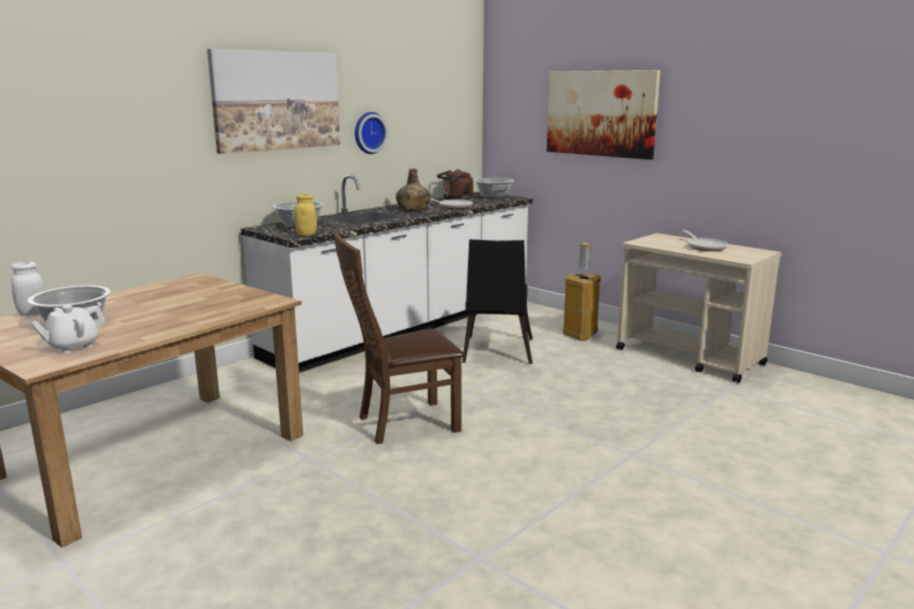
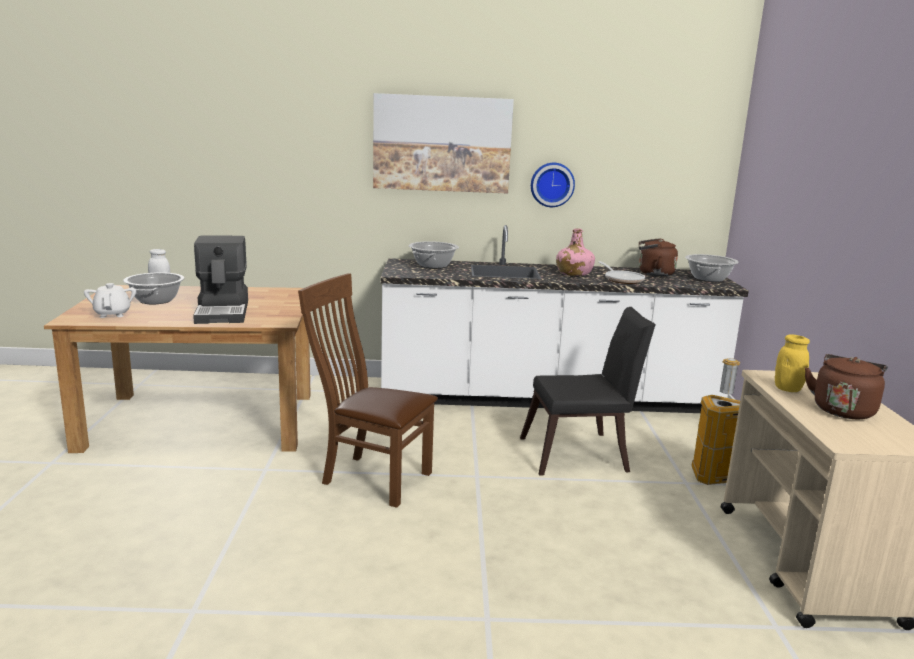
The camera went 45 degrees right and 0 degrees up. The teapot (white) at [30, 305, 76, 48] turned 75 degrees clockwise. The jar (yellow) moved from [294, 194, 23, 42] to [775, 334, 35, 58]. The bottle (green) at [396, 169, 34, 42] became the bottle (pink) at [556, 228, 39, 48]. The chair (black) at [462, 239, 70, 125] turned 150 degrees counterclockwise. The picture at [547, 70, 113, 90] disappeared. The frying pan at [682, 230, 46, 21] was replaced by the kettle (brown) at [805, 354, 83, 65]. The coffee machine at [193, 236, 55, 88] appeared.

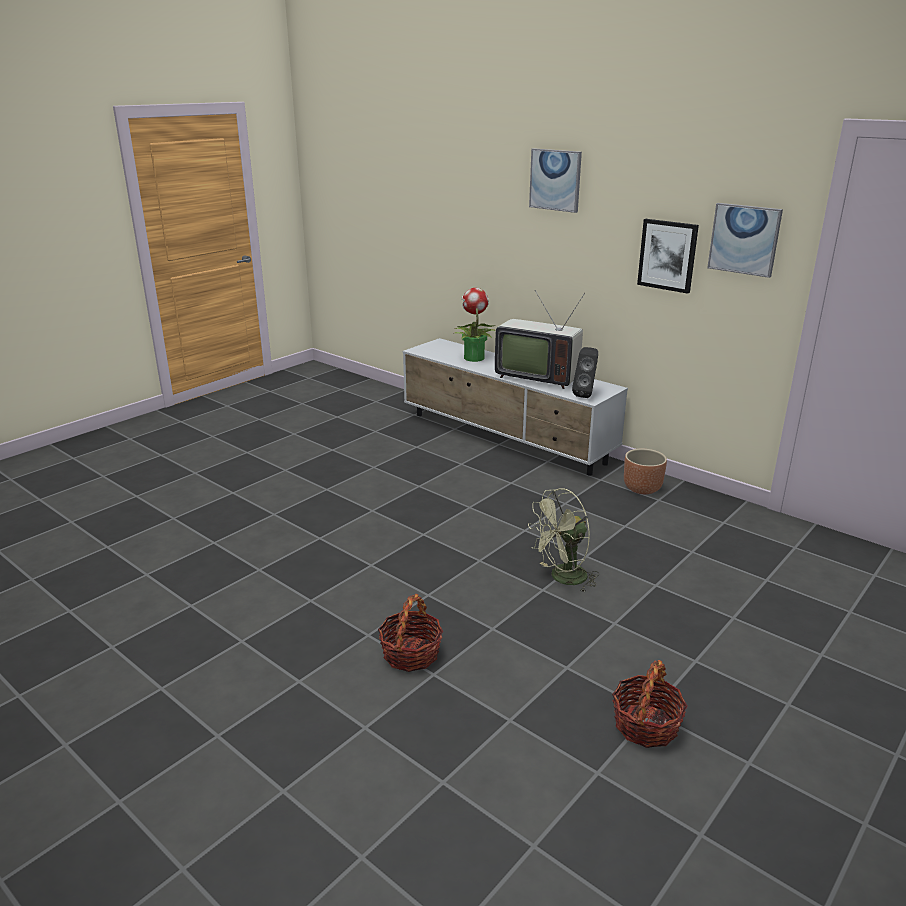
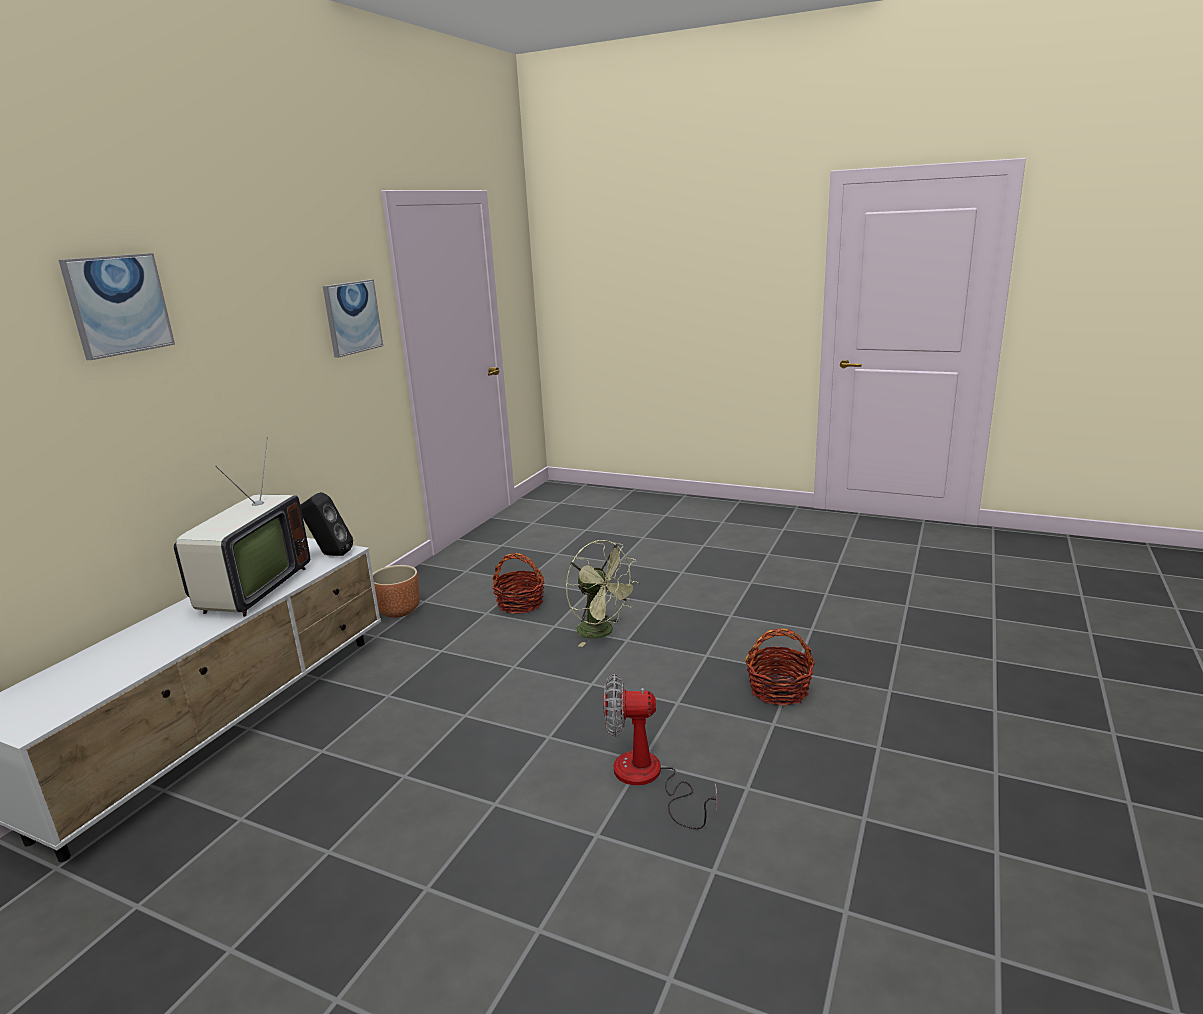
The camera went 105 degrees left and 5 degrees down. The potted plant at [453, 288, 42, 74] disappeared. The basket moved from [612, 660, 76, 88] to [492, 553, 52, 61]. The picture at [637, 219, 62, 75] disappeared. The fan at [603, 674, 114, 155] appeared.

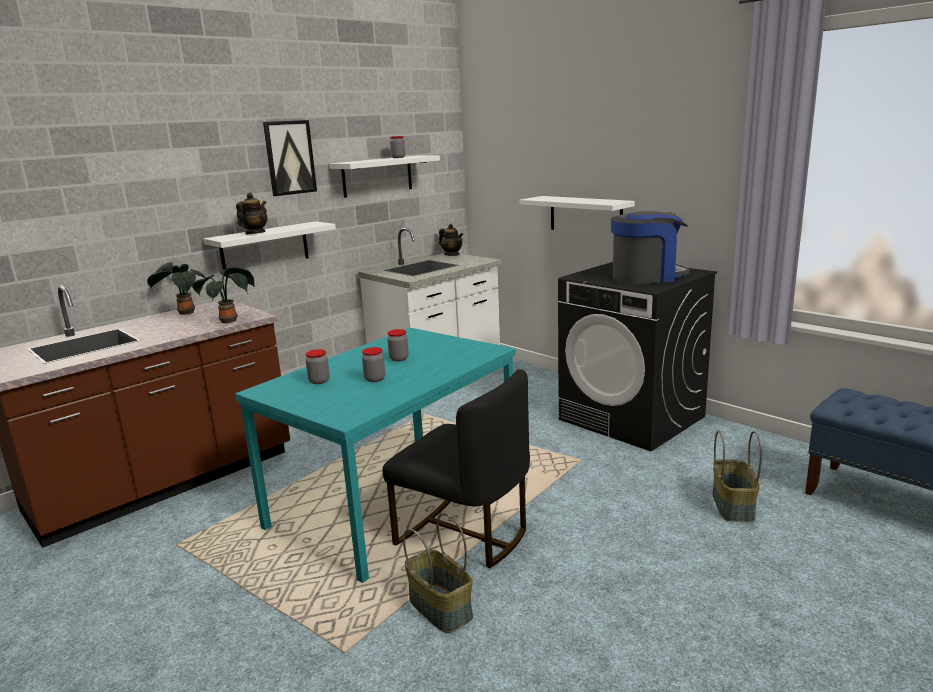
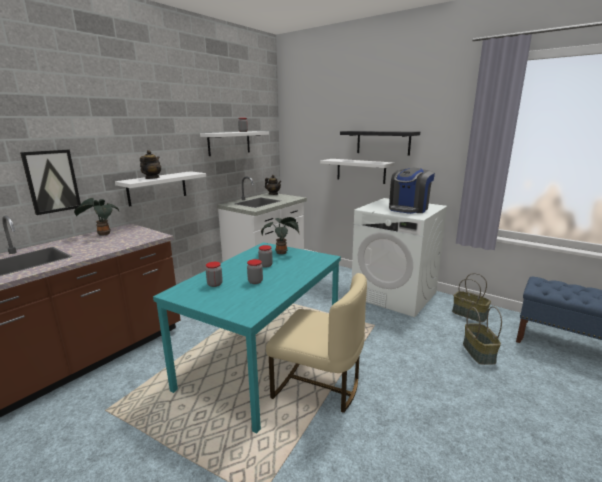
The camera went 10 degrees left and 0 degrees up. The potted plant moved from [192, 267, 62, 56] to [261, 217, 38, 37]. The picture moved from [263, 120, 54, 76] to [20, 150, 61, 65]. The chair (black) at [383, 369, 147, 199] became the chair (beige) at [266, 273, 101, 140]. The basket moved from [403, 513, 70, 120] to [452, 273, 39, 49]. The washing machine (black) at [558, 262, 159, 189] became the washing machine (white) at [352, 198, 95, 119]. The coffee machine at [611, 211, 78, 73] turned 150 degrees clockwise. The shelf (black) at [340, 131, 80, 25] appeared.

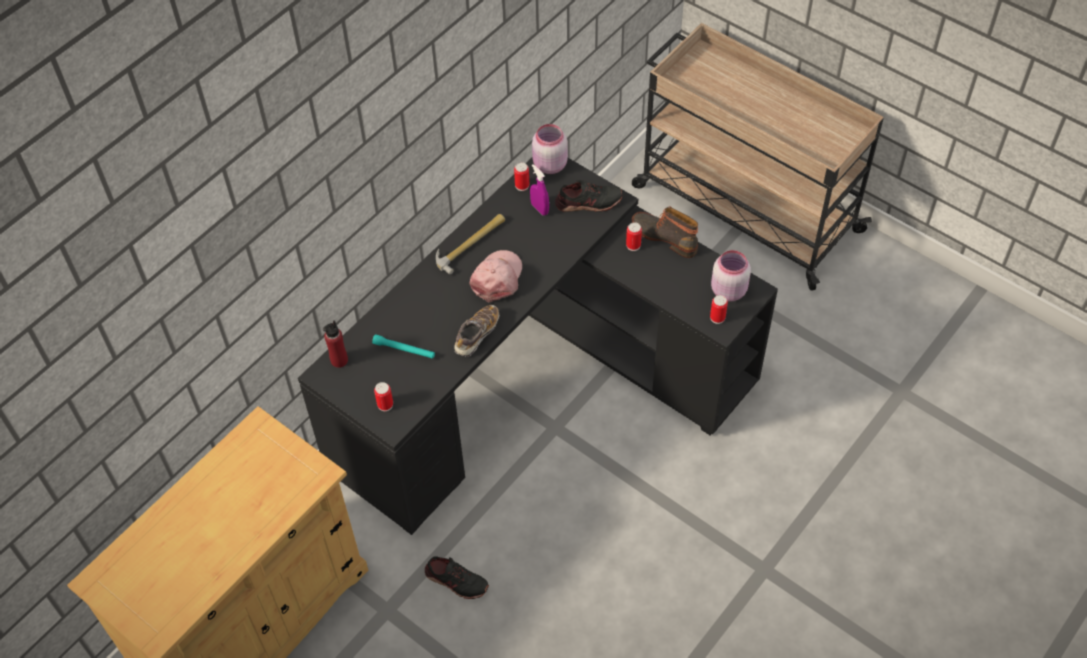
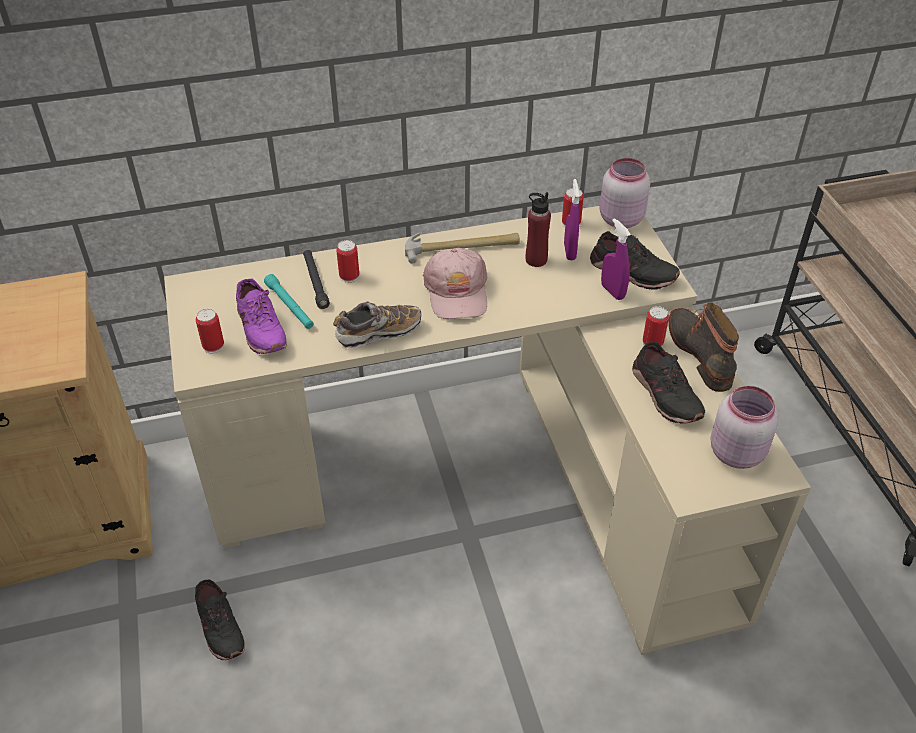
The camera went 35 degrees right and 10 degrees down. The desk (black) at [298, 157, 480, 378] became the desk (beige) at [164, 206, 647, 449]. The bottle (red) moved from [323, 320, 25, 48] to [526, 192, 25, 75]. The cap (pink) at [470, 250, 52, 52] turned 120 degrees clockwise. The can moved from [710, 295, 18, 29] to [336, 240, 23, 43]. The shoe (purple) at [236, 279, 51, 75] appeared. The flashlight (black) at [303, 250, 27, 59] appeared. The spray bottle (purple) at [601, 218, 30, 82] appeared. The shoe (black) at [632, 342, 73, 82] appeared.

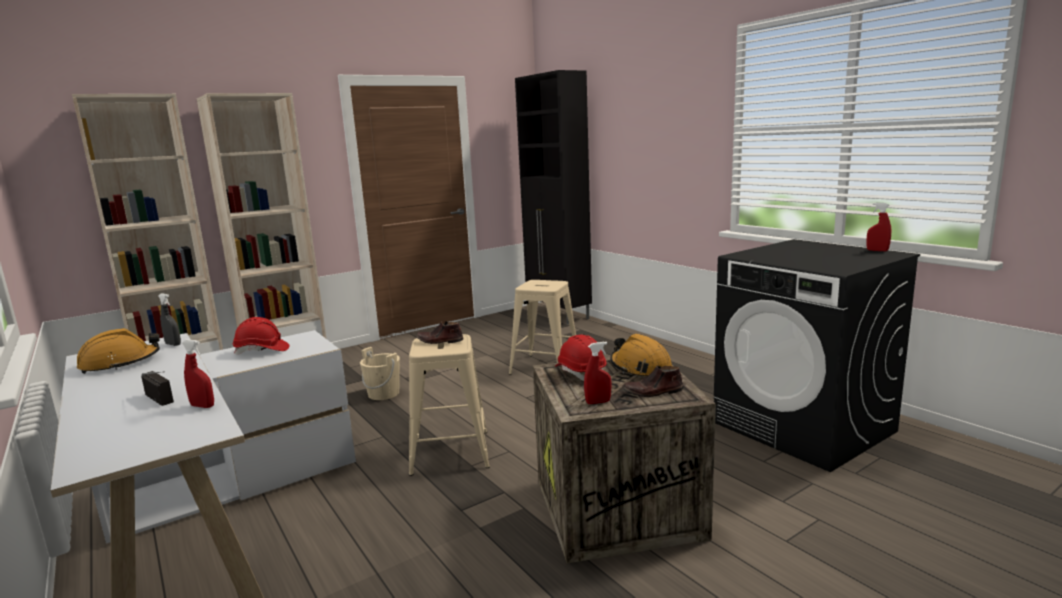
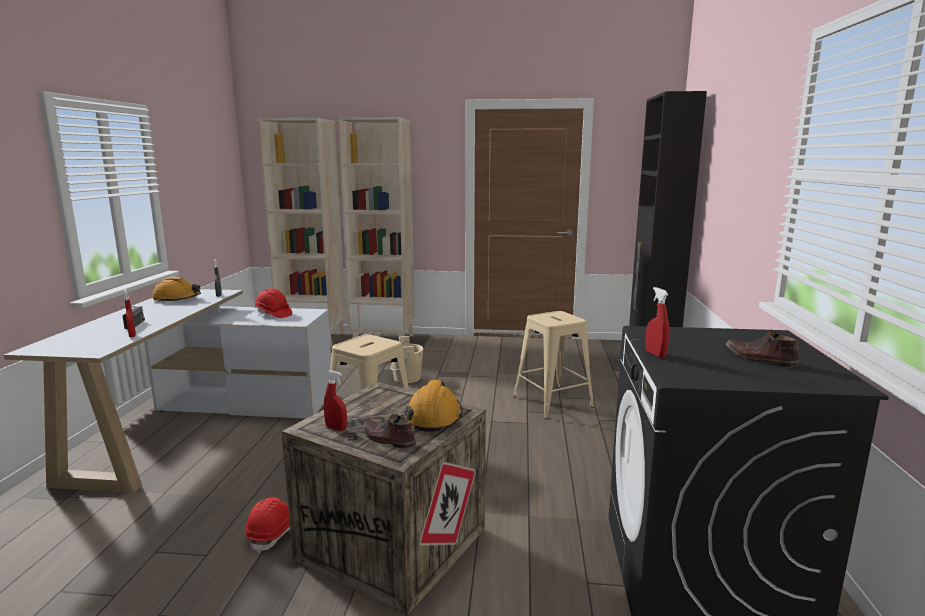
The camera went 40 degrees right and 0 degrees up. The shoe (brown) moved from [416, 321, 48, 23] to [726, 331, 73, 36]. The hard hat (red) moved from [554, 334, 53, 47] to [245, 498, 45, 55]. The spray bottle (red) moved from [866, 203, 25, 48] to [645, 287, 24, 71].

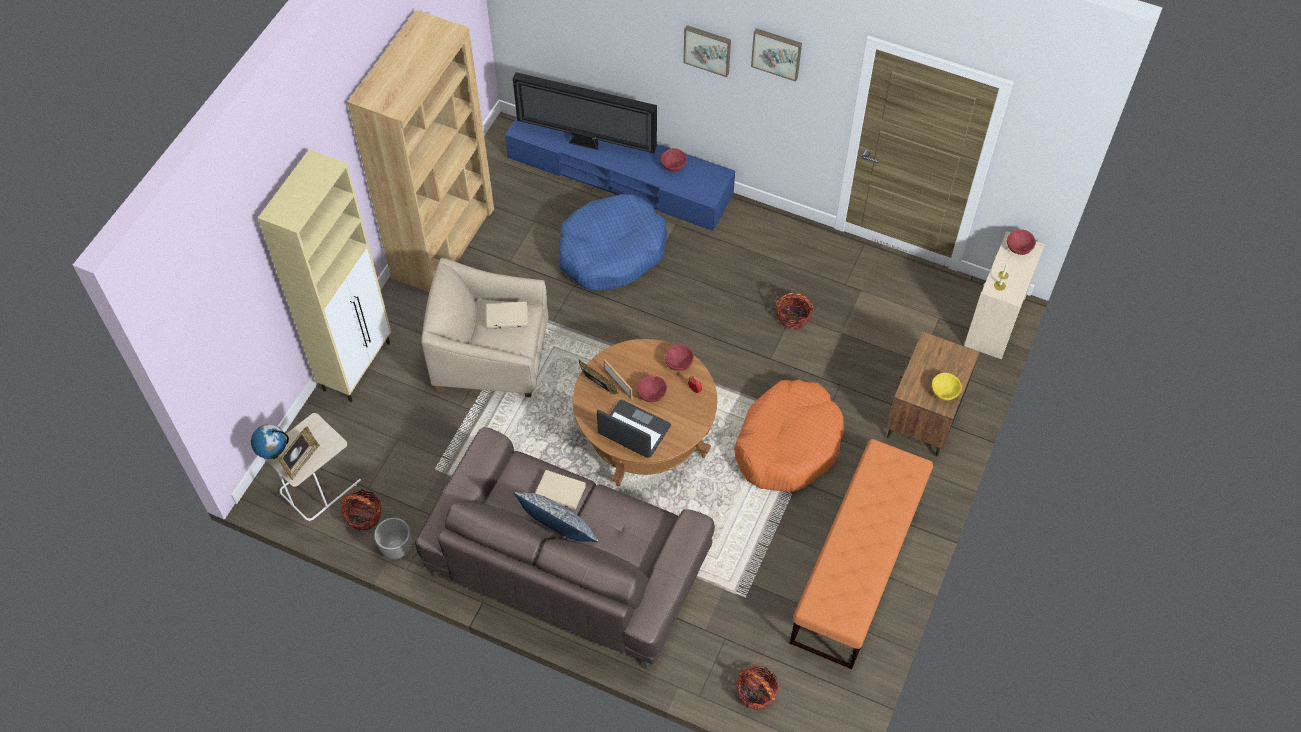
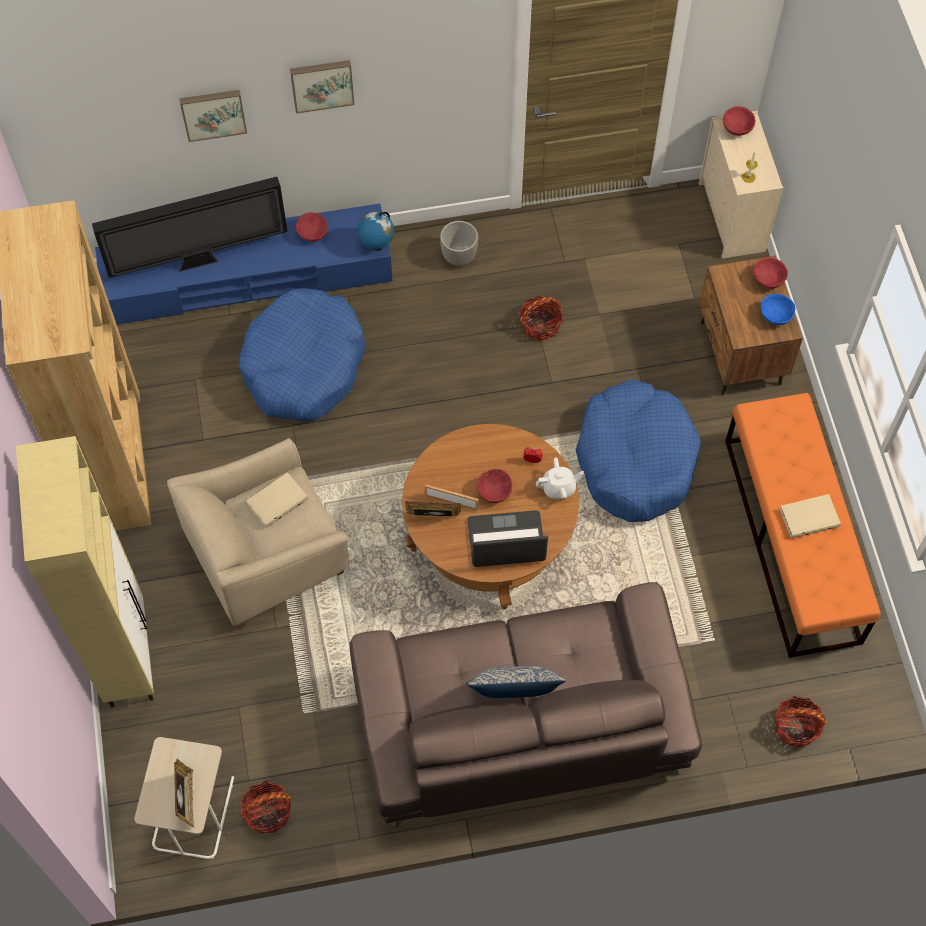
The camera went 35 degrees left and 5 degrees up. The globe moved from [251, 424, 38, 35] to [357, 212, 37, 39]. The planter moved from [374, 518, 38, 41] to [440, 221, 38, 45]. The book (beige) moved from [535, 470, 51, 40] to [780, 494, 61, 44]. The bowl (red) moved from [665, 344, 29, 27] to [754, 257, 34, 32]. The dog bed (orange) at [734, 379, 111, 113] became the dog bed (blue) at [576, 379, 125, 143]. The picture moved from [751, 28, 51, 54] to [179, 90, 68, 52]. The bowl (yellow) at [932, 373, 30, 27] became the bowl (blue) at [761, 294, 34, 31]. The teapot (white) at [536, 458, 48, 41] appeared.

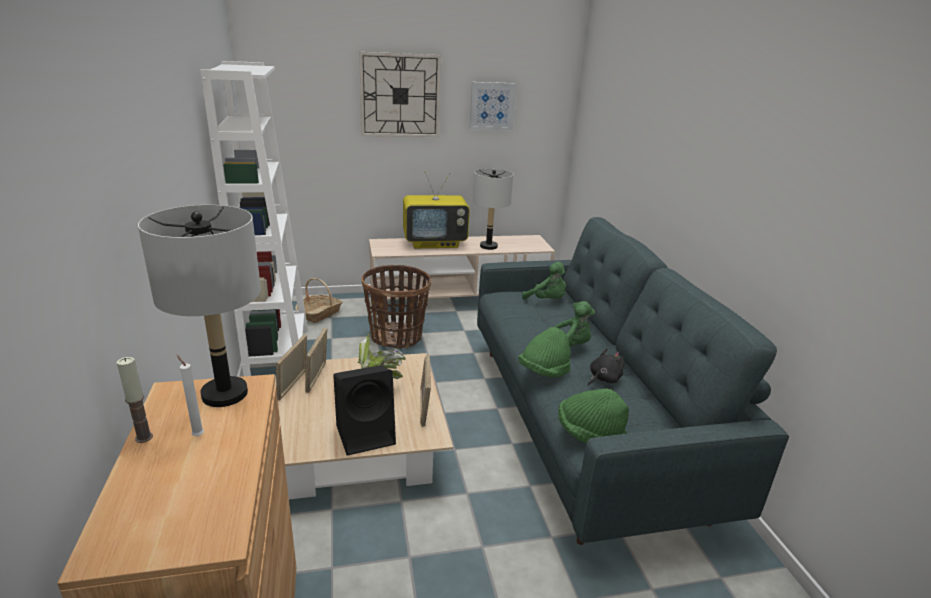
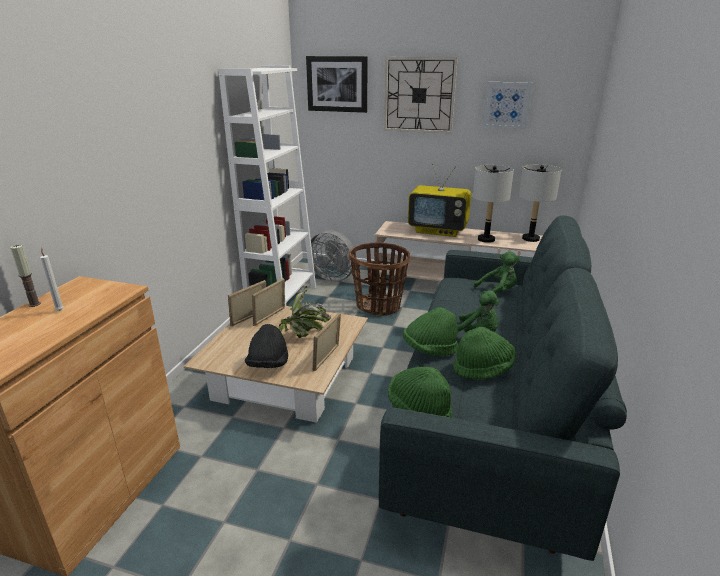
The camera went 30 degrees right and 0 degrees up. The table lamp (grey) moved from [138, 205, 123, 202] to [519, 164, 43, 78]. The basket at [295, 278, 48, 45] was replaced by the fan (grey) at [311, 230, 44, 52]. The speaker (black) at [333, 365, 63, 91] was replaced by the hat (black) at [245, 324, 43, 44]. The plush toy (green) at [522, 262, 44, 38] turned 75 degrees counterclockwise. The plush toy (black) at [588, 348, 36, 38] was replaced by the hat (green) at [453, 327, 63, 53]. The picture at [306, 56, 62, 57] appeared.

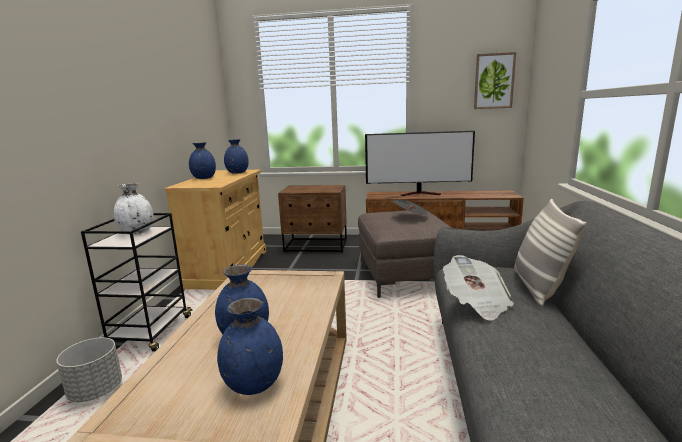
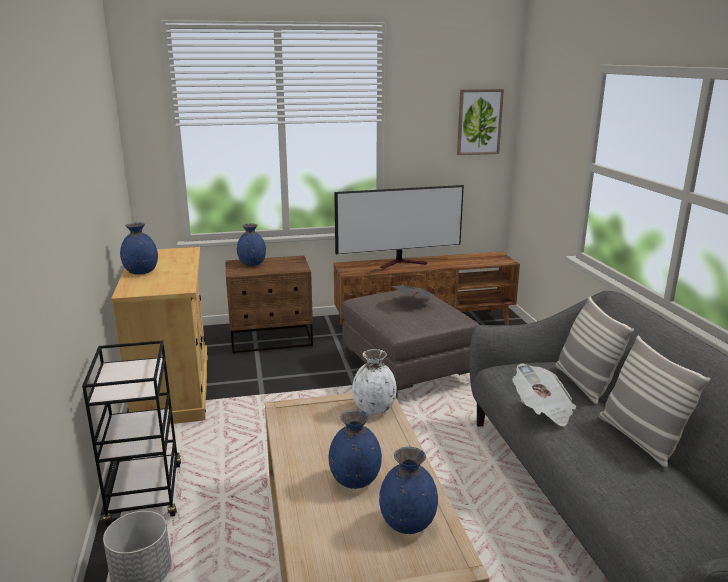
The camera went 20 degrees left and 5 degrees up. The vase (white) moved from [114, 183, 40, 52] to [352, 349, 45, 66]. The vase (blue) moved from [224, 139, 25, 35] to [237, 224, 29, 42]. The pillow at [598, 336, 113, 132] appeared.

